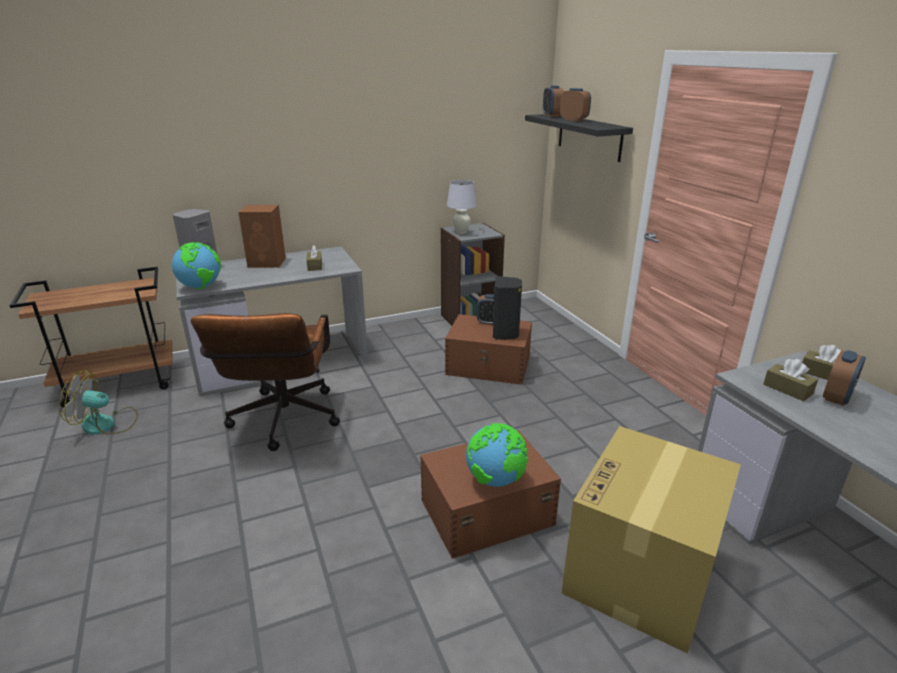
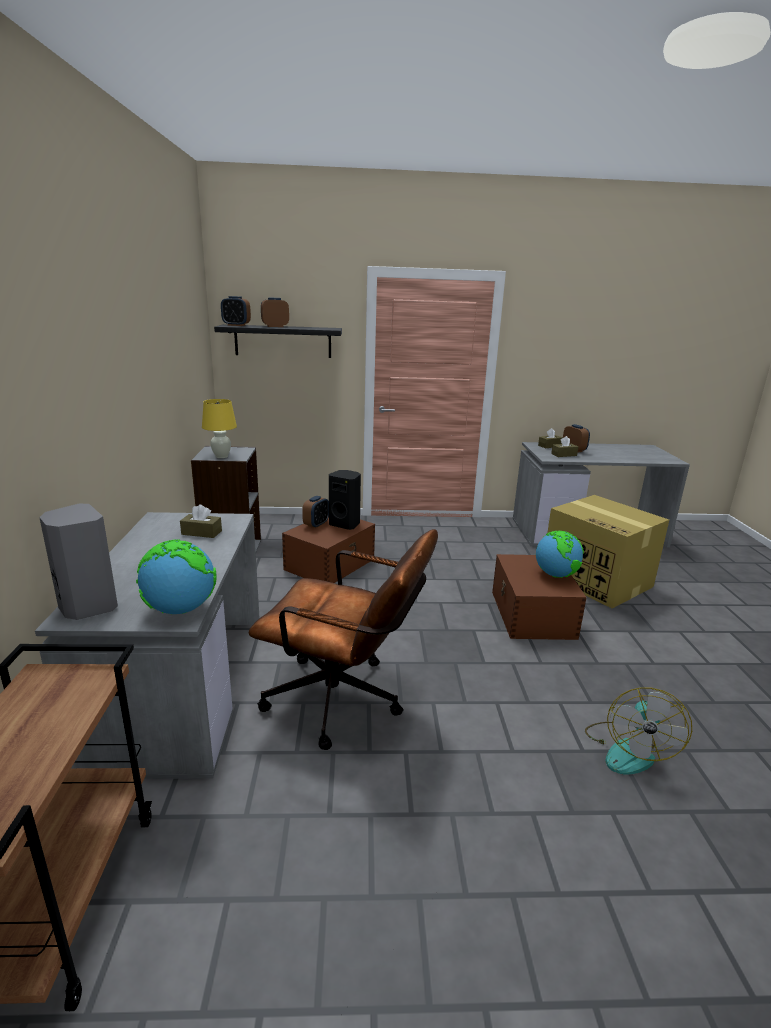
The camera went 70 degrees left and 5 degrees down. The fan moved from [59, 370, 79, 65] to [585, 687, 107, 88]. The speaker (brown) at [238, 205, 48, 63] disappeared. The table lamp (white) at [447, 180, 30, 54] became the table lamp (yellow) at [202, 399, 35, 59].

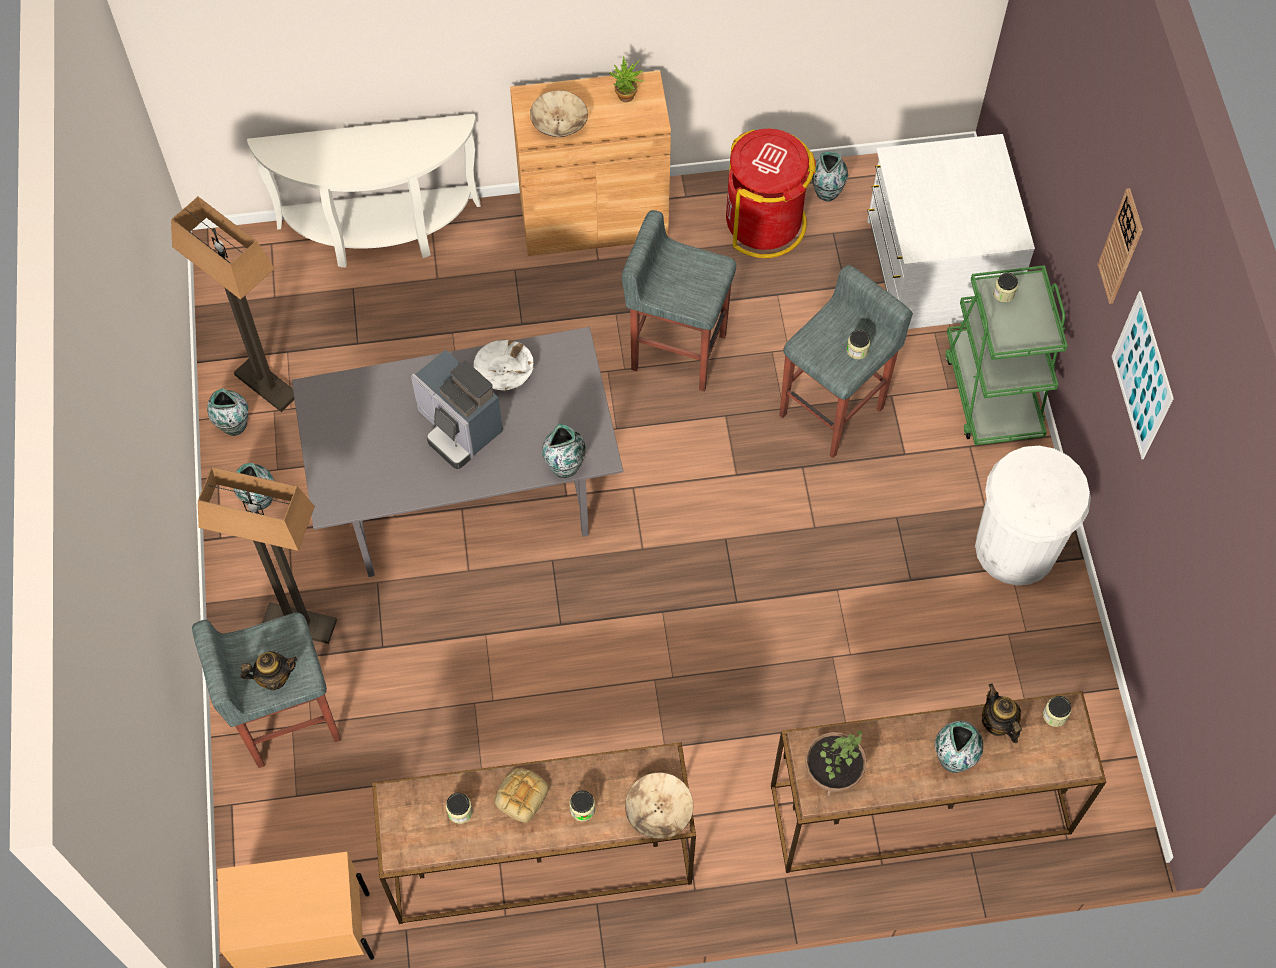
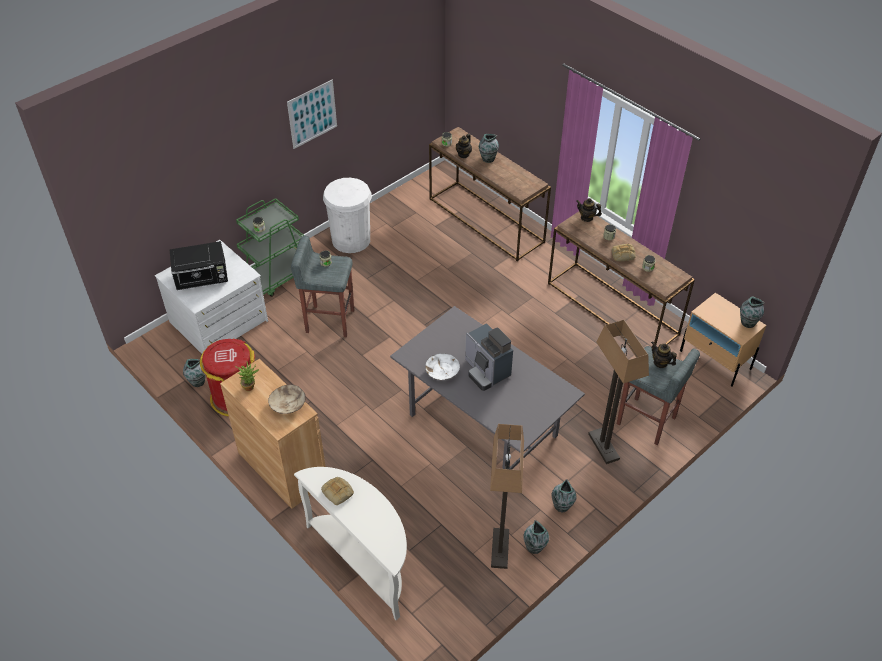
The camera went 125 degrees left and 15 degrees down. The coffee machine at [411, 349, 92, 120] turned 135 degrees clockwise. The vase moved from [542, 424, 44, 54] to [740, 297, 25, 31]. The stool (grey) at [622, 210, 114, 182] disappeared. The bowl (beige) at [625, 773, 68, 66] was replaced by the teapot at [576, 198, 26, 24]. The potted plant at [805, 731, 61, 66] disappeared. The wall clock at [1098, 188, 45, 116] disappeared. The microwave (black) at [170, 241, 58, 49] appeared. The bread at [321, 477, 33, 28] appeared.

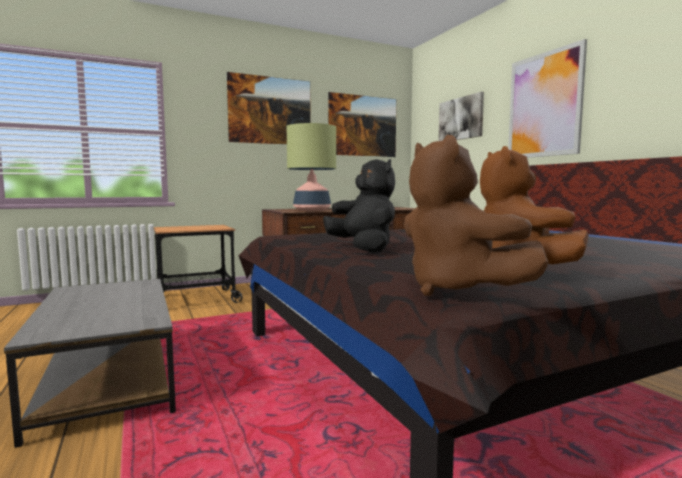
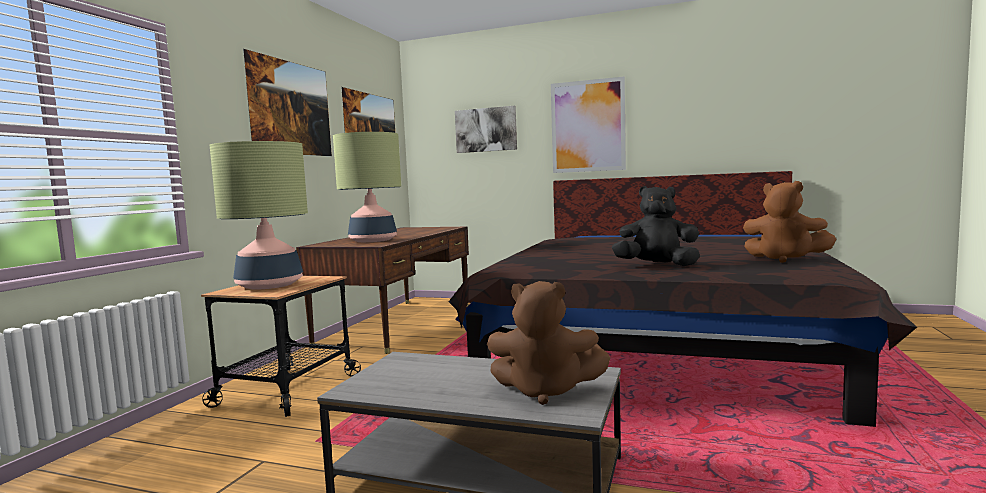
The camera went 45 degrees left and 0 degrees up. The plush toy (brown) moved from [404, 135, 145, 161] to [487, 281, 123, 124]. The table lamp at [209, 141, 99, 148] appeared.

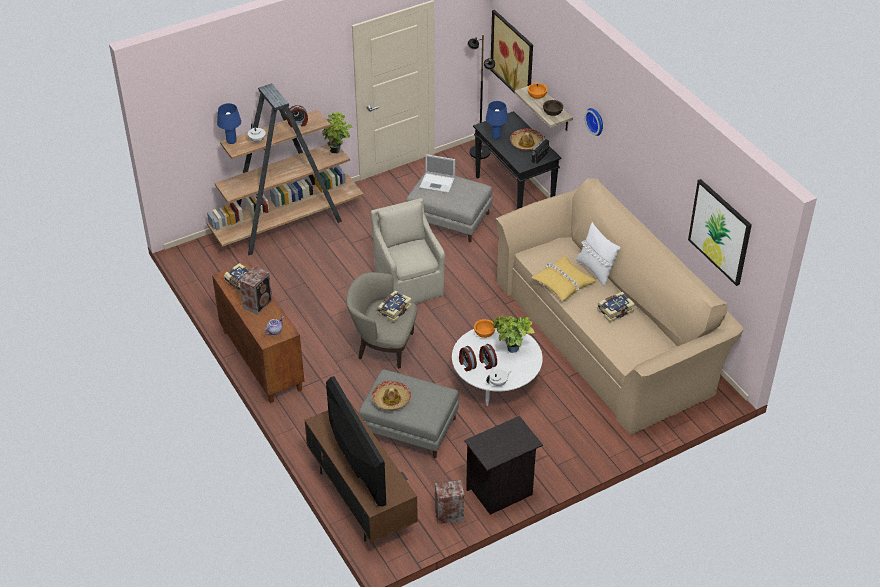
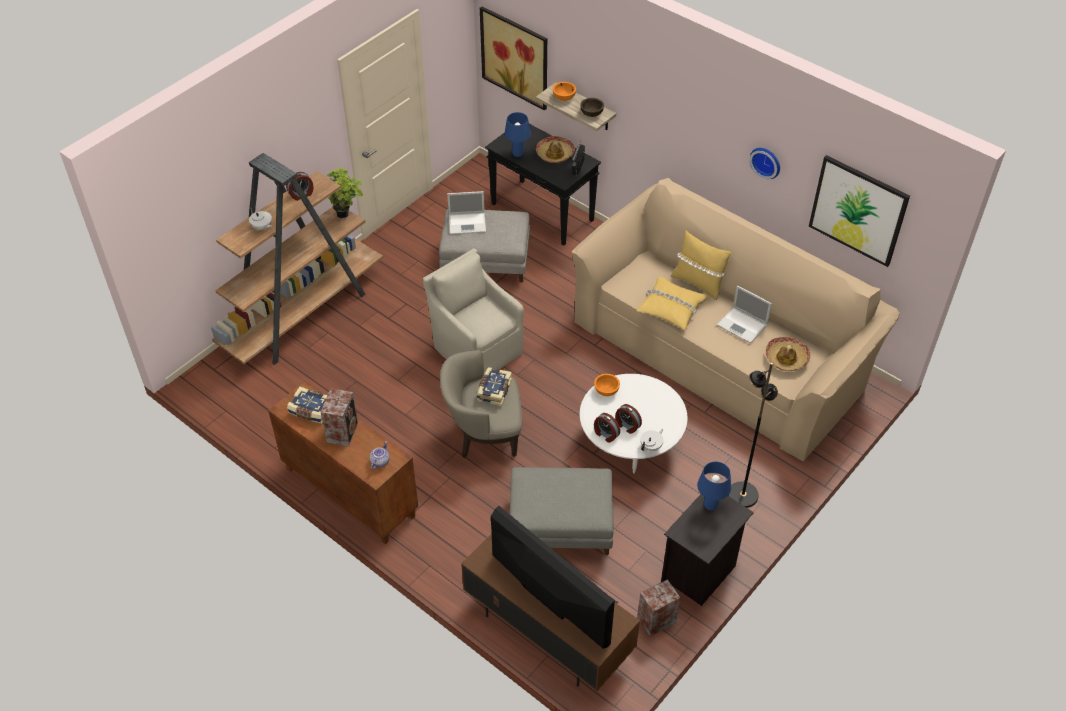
The camera went 20 degrees left and 5 degrees up. The table lamp (blue) moved from [217, 103, 24, 41] to [697, 462, 34, 48]. The hat moved from [372, 380, 39, 31] to [766, 337, 45, 34]. The floor lamp (black) moved from [467, 34, 28, 125] to [728, 363, 50, 145]. The potted plant at [492, 314, 43, 39] disappeared. The pillow (white) at [576, 222, 44, 64] became the pillow (yellow) at [671, 230, 60, 70]. The wall clock moved from [585, 108, 18, 28] to [750, 148, 30, 31]. The book at [597, 292, 38, 30] was replaced by the laptop at [717, 285, 55, 59].

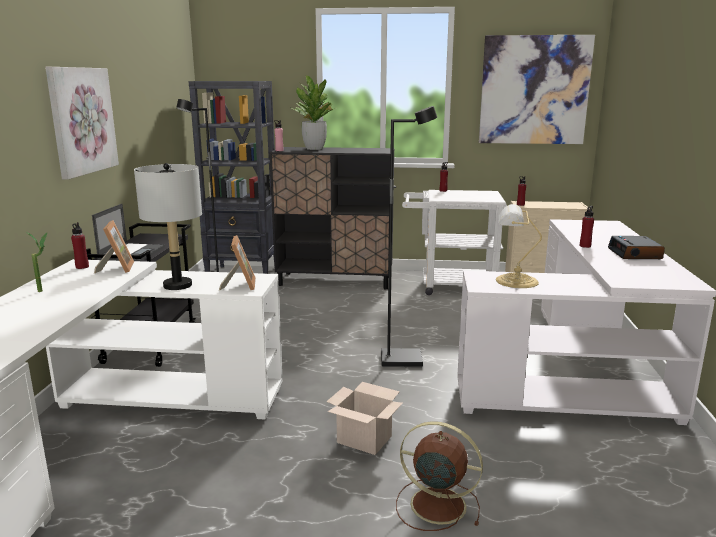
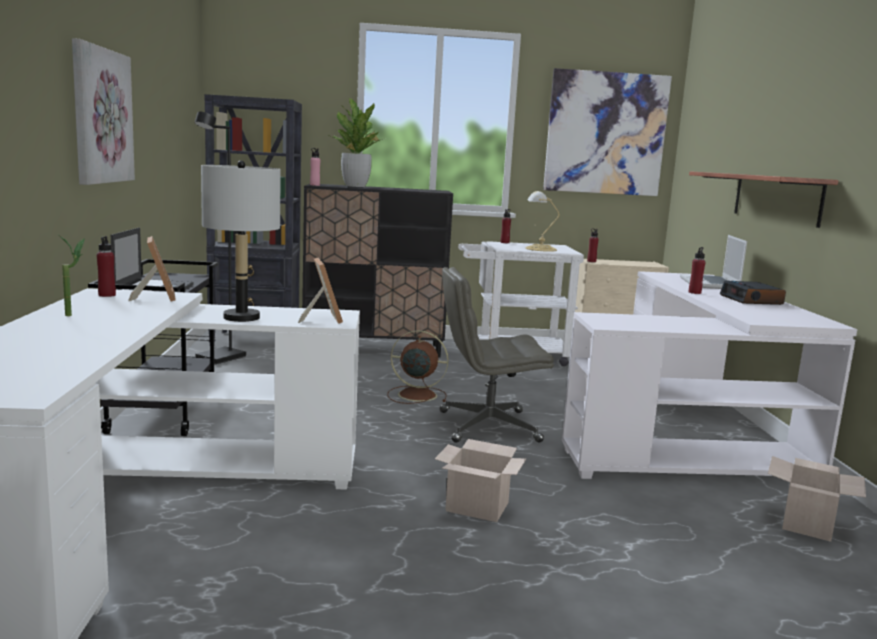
The camera went 10 degrees left and 5 degrees down. The floor lamp (black) at [381, 106, 56, 261] was replaced by the office chair (grey) at [440, 267, 114, 176]. The fan (brown) moved from [396, 421, 87, 110] to [387, 330, 62, 74]. The table lamp moved from [496, 204, 46, 84] to [525, 191, 35, 61]. The laptop at [680, 235, 67, 54] appeared. The shelf at [689, 171, 149, 57] appeared. The cardboard box at [768, 456, 98, 86] appeared.

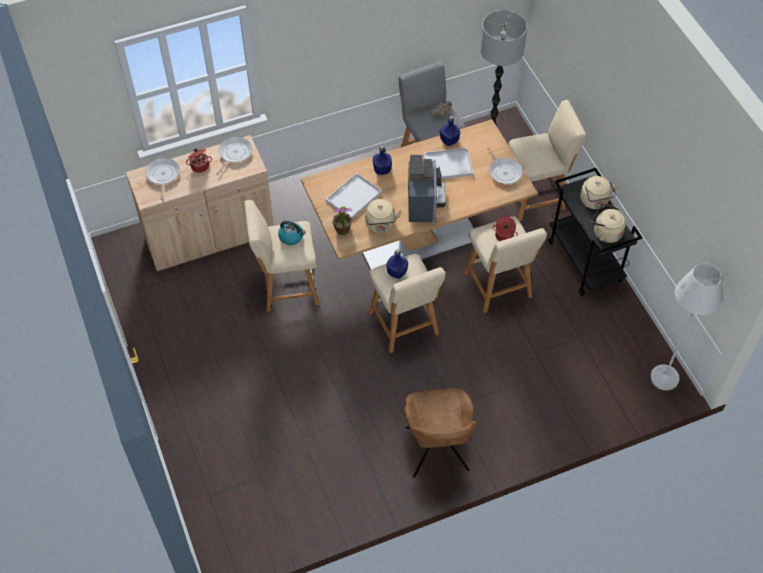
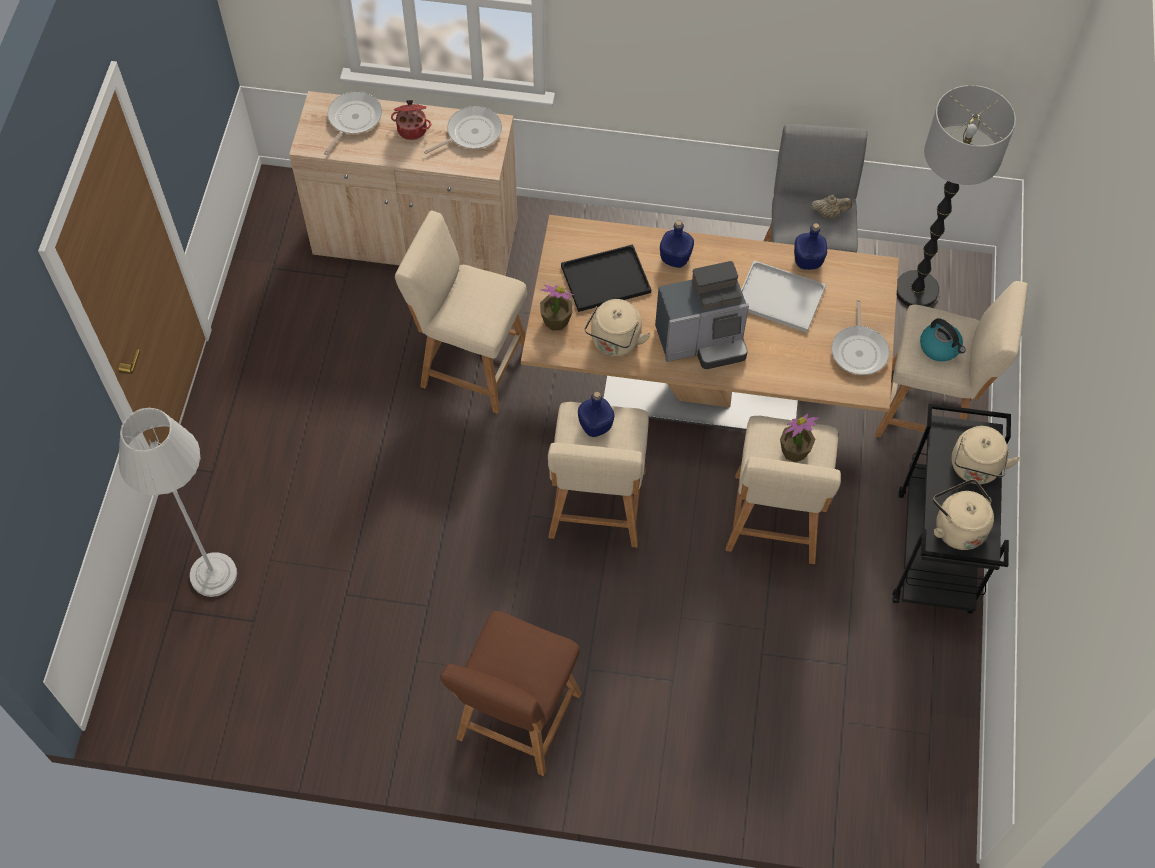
The camera went 30 degrees right and 5 degrees up. The kettle moved from [278, 221, 28, 24] to [920, 318, 46, 44]. The tray (white) at [326, 173, 56, 45] became the tray (black) at [561, 245, 90, 67]. The chair (brown) at [404, 388, 73, 90] was replaced by the stool (brown) at [440, 611, 141, 165]. The coffee machine at [408, 155, 38, 68] turned 45 degrees clockwise. The cooking pot at [493, 216, 25, 25] was replaced by the potted plant at [780, 414, 39, 48]. The floor lamp (grey) moved from [650, 263, 73, 127] to [119, 408, 118, 189].

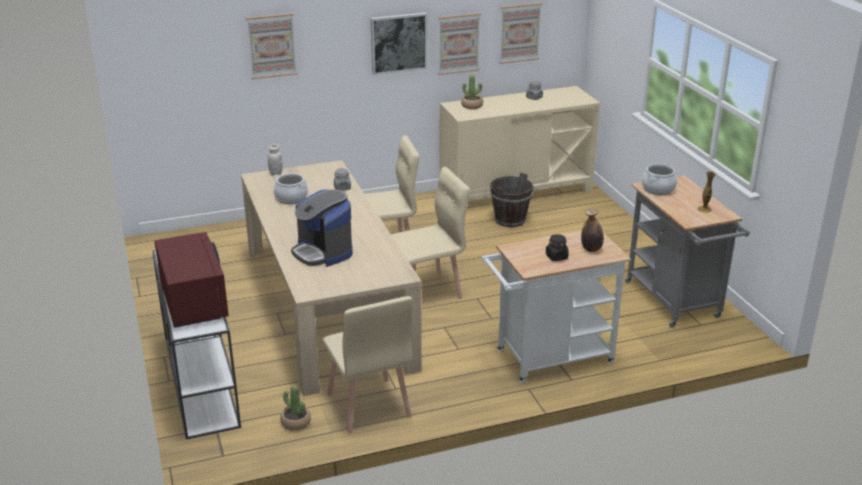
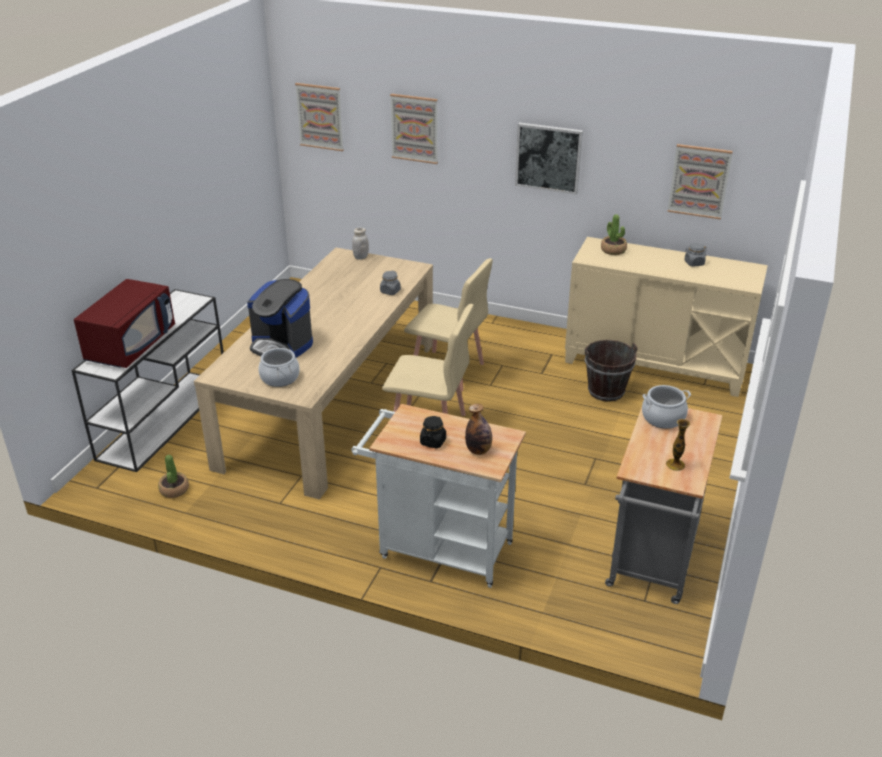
The camera went 40 degrees right and 5 degrees up. The cooking pot moved from [273, 173, 35, 31] to [259, 345, 41, 42]. The coffee machine at [291, 189, 62, 78] turned 60 degrees counterclockwise. The chair (beige) at [323, 296, 90, 138] disappeared. The picture moved from [438, 13, 43, 62] to [295, 83, 49, 68].

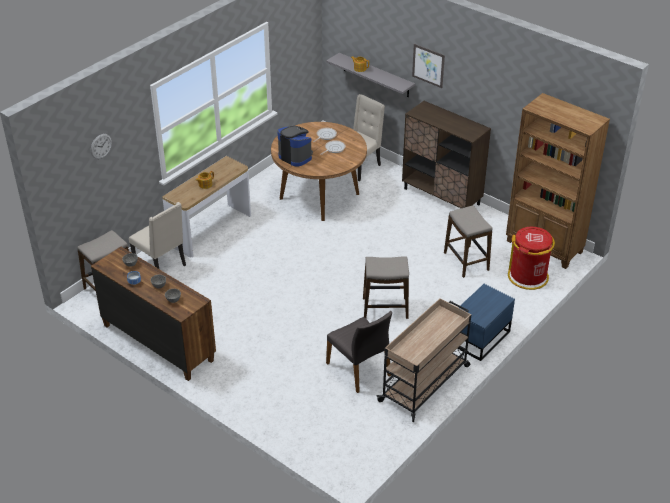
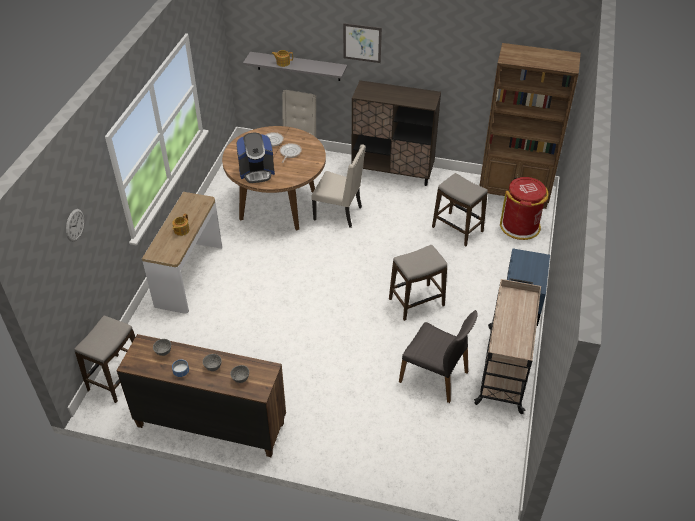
The camera went 25 degrees left and 5 degrees up. The chair (beige) moved from [129, 202, 57, 67] to [311, 144, 55, 84]. The coffee machine at [277, 126, 36, 41] turned 150 degrees clockwise.

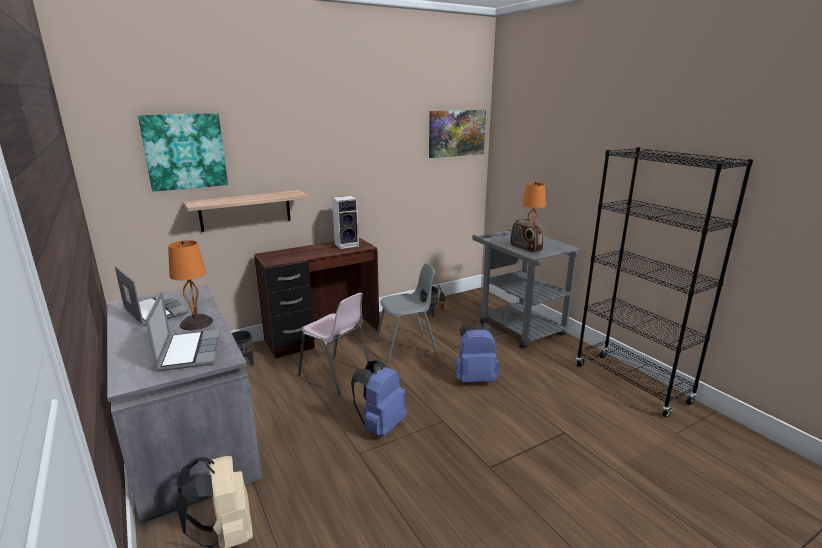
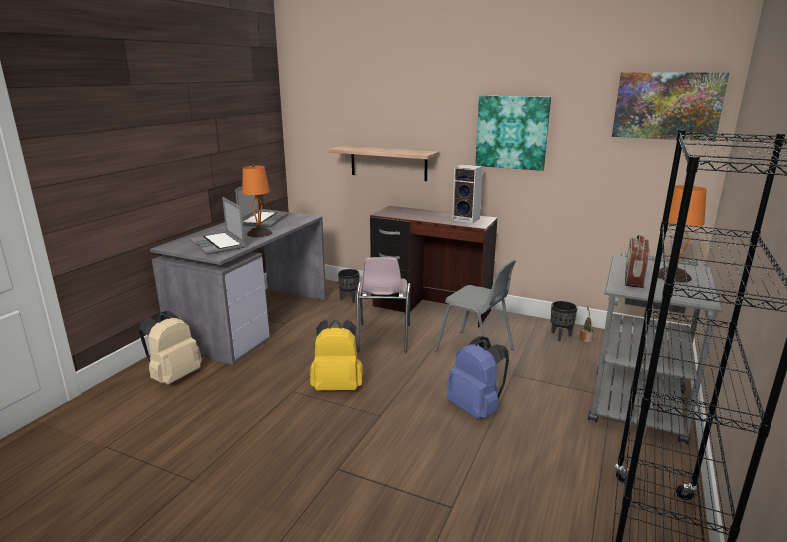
The camera went 55 degrees right and 0 degrees up. The picture moved from [138, 113, 90, 79] to [475, 96, 76, 75]. The laptop at [145, 291, 75, 80] turned 105 degrees clockwise. The backpack (blue) at [351, 360, 56, 77] became the backpack (yellow) at [310, 319, 53, 72].

